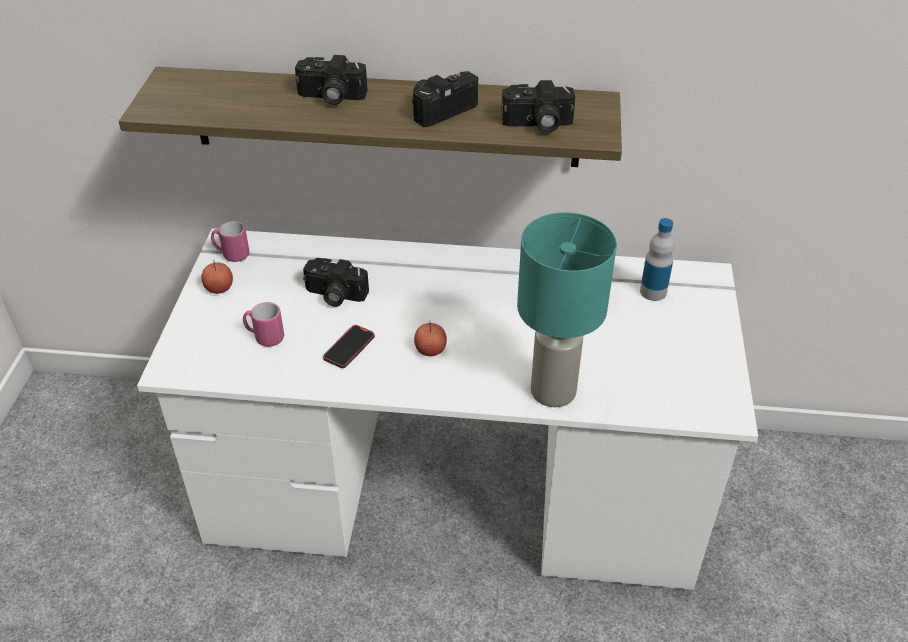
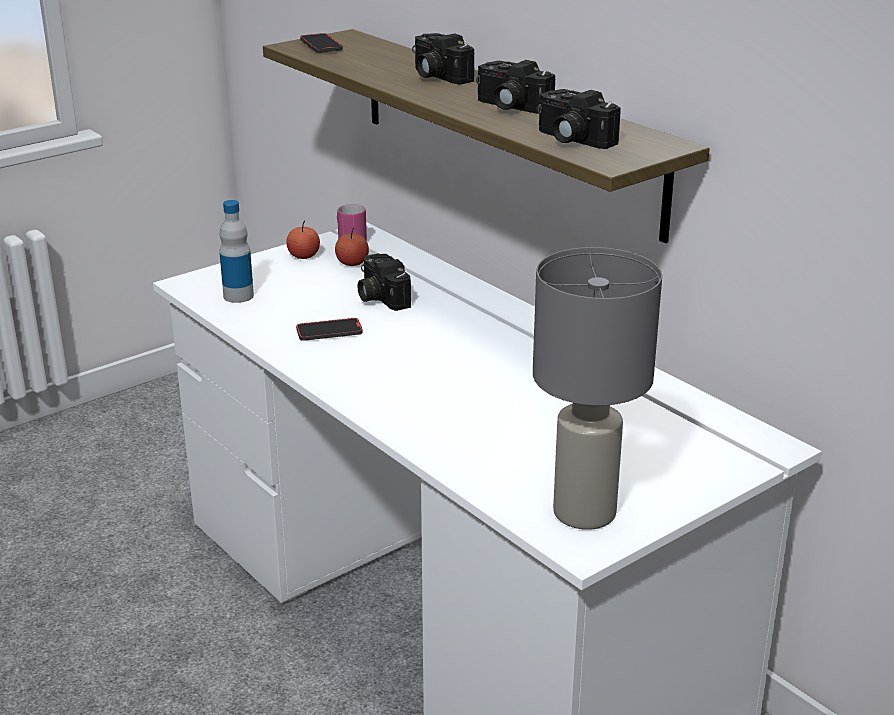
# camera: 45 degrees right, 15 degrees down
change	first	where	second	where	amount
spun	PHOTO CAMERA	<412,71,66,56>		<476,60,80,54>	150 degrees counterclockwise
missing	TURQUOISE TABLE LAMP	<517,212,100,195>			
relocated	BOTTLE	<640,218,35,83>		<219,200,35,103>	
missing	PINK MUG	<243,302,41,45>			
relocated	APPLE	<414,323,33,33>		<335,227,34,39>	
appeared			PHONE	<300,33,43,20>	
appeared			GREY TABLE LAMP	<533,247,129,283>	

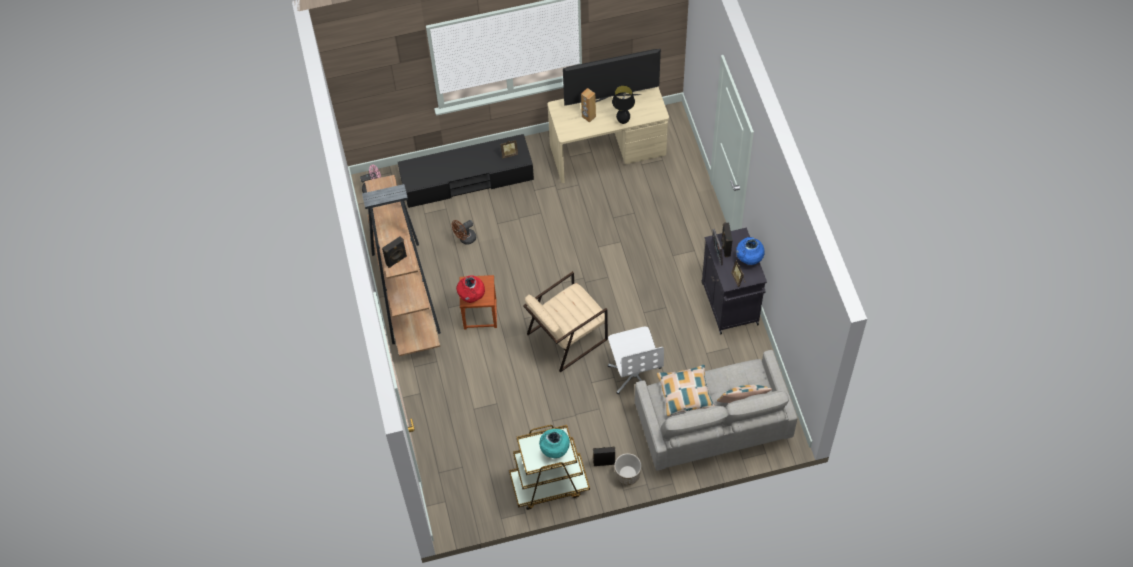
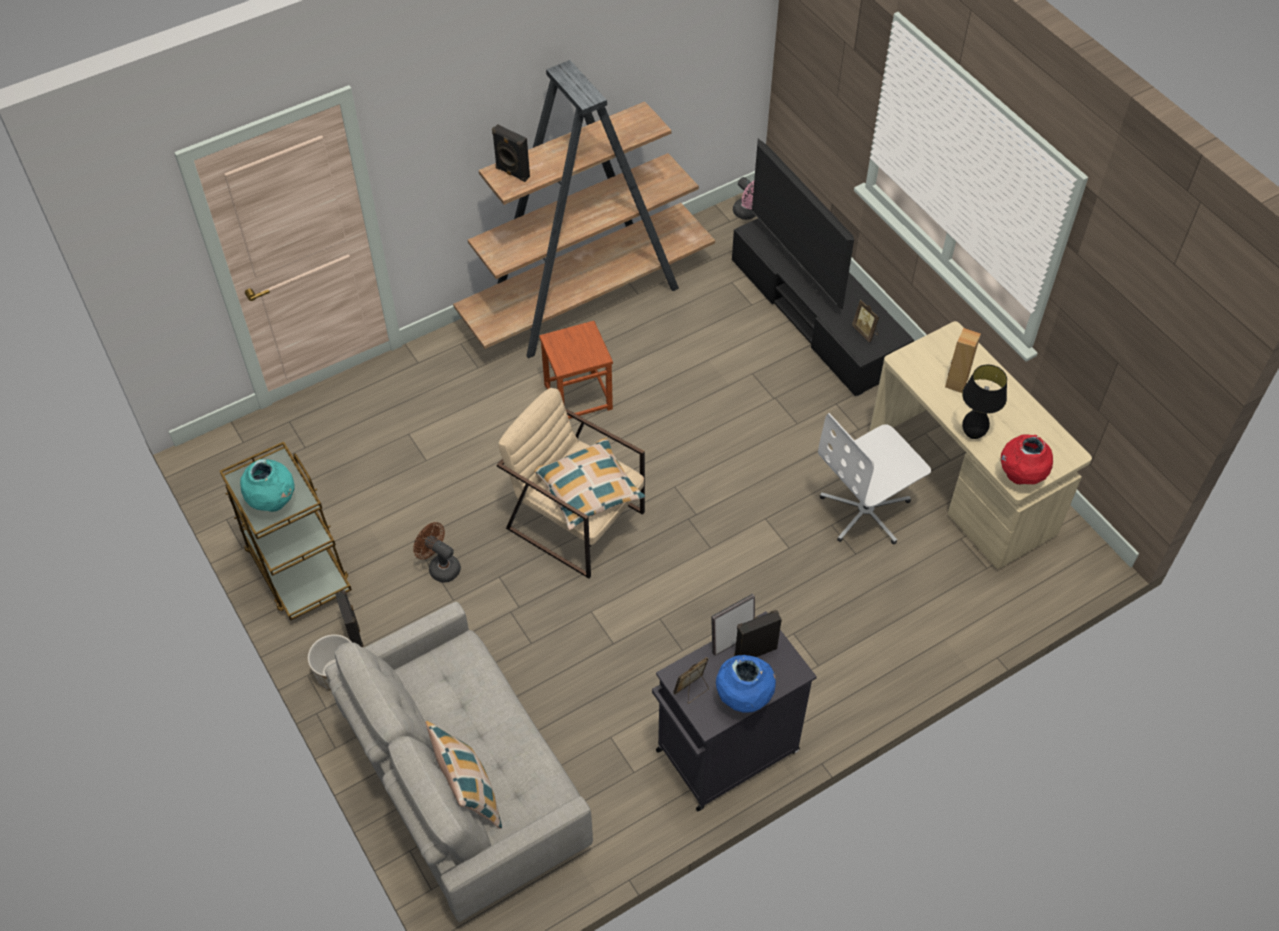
# camera: 70 degrees right, 5 degrees down
change	first	where	second	where	amount
relocated	TELEVISION	<563,49,98,57>		<752,139,102,170>	
relocated	BROWN FAN	<452,220,24,25>		<413,522,48,61>	
relocated	RED VASE	<456,275,29,28>		<1001,434,52,51>	
relocated	WHITE OFFICE CHAIR	<608,327,56,67>		<818,413,113,132>	
relocated	PILLOW	<657,365,58,51>		<534,438,111,92>	

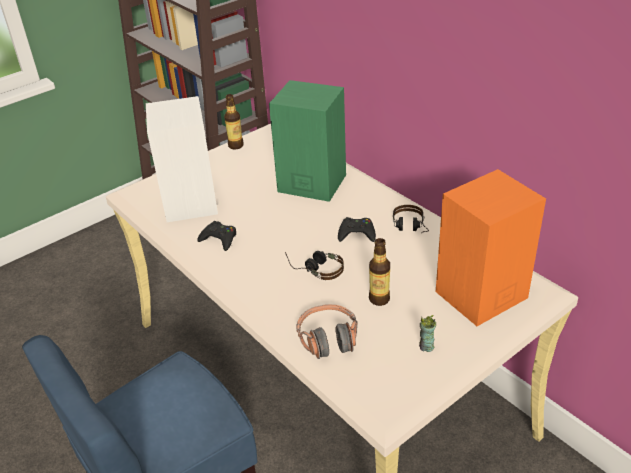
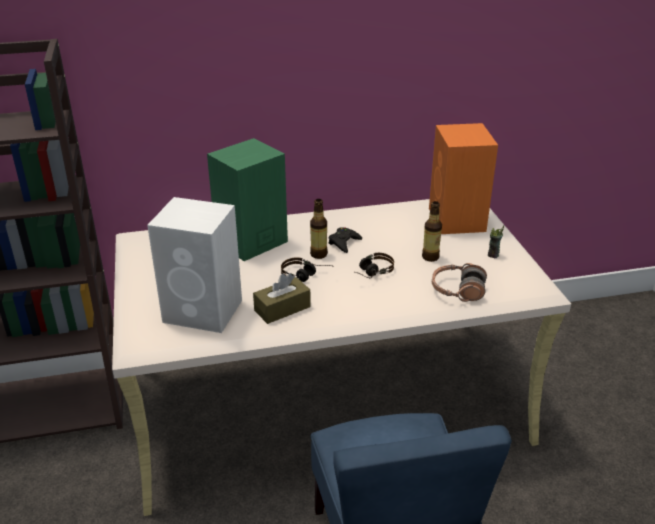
# camera: 65 degrees left, 5 degrees down
change	first	where	second	where	amount
relocated	BOTTLE	<224,94,20,56>		<310,199,18,60>	
relocated	HEADPHONES	<393,205,36,28>		<281,257,53,25>	
exchanged	BLACK GAME CONTROLLER	<197,221,39,30>	BROWN TISSUE BOX	<253,273,58,51>	

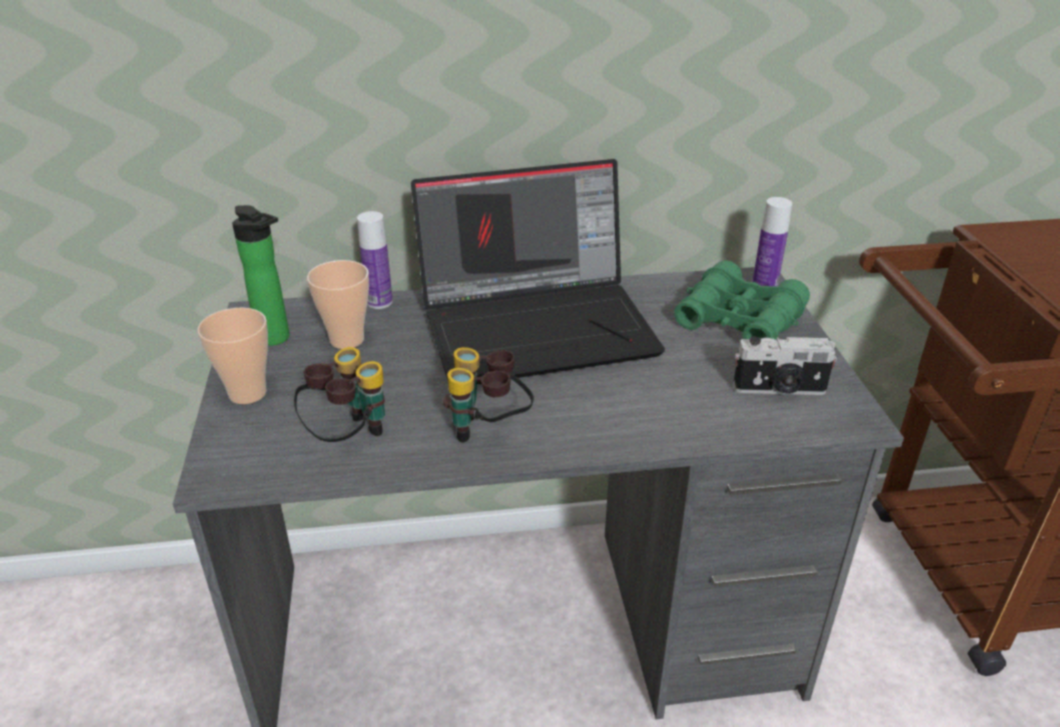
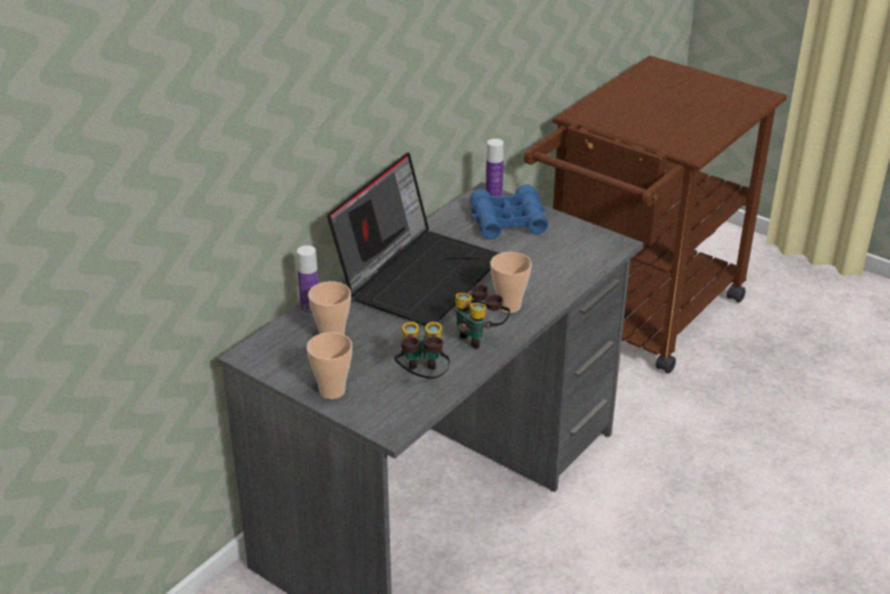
# camera: 45 degrees left, 0 degrees up
change	first	where	second	where	amount
missing	BOTTLE	<232,205,58,141>			
colour	GREEN BINOCULARS	<674,260,136,80>	BLUE BINOCULARS	<470,185,78,54>	
missing	PHOTO CAMERA	<733,336,104,59>			
appeared			CUP	<490,252,42,61>	

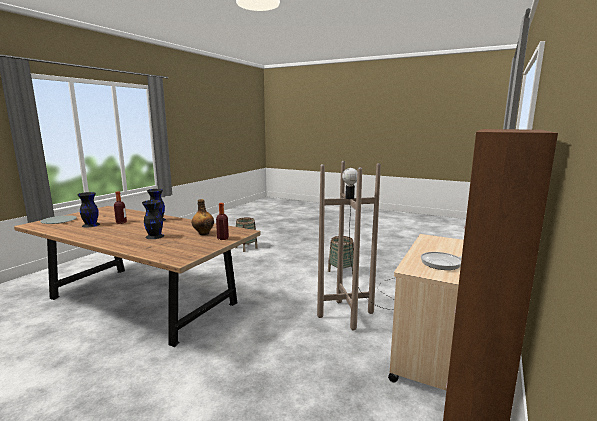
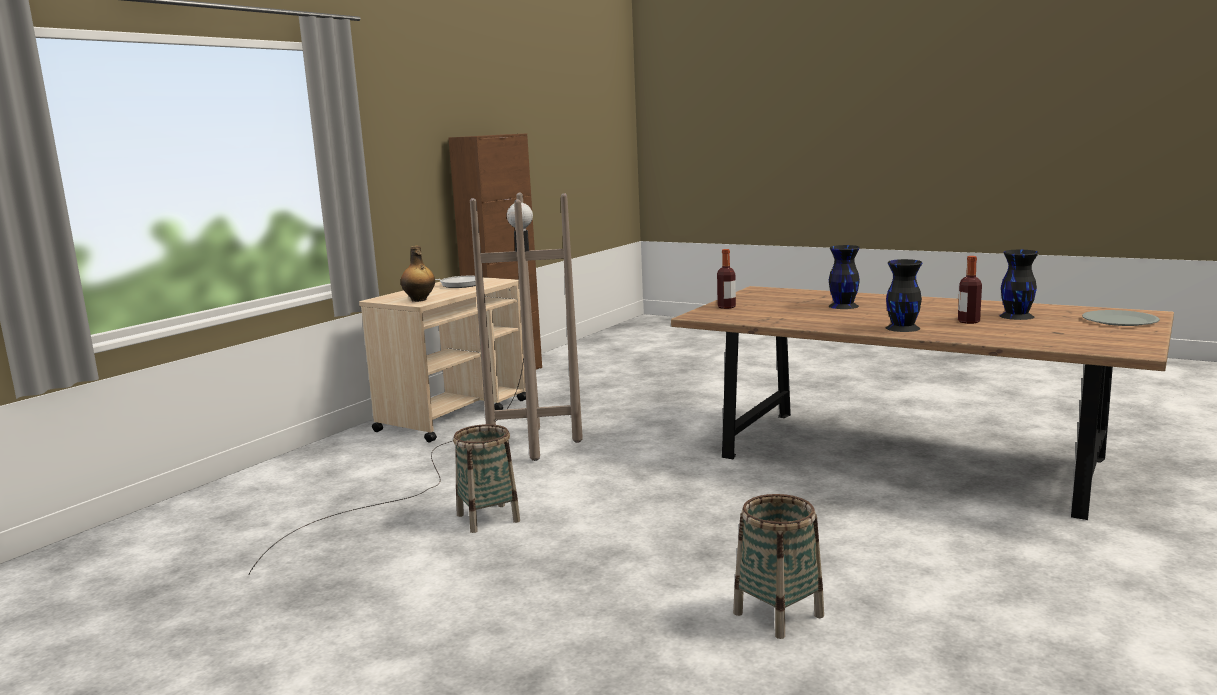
# camera: 175 degrees left, 0 degrees up
change	first	where	second	where	amount
relocated	BOTTLE	<192,199,22,36>		<401,246,34,56>	

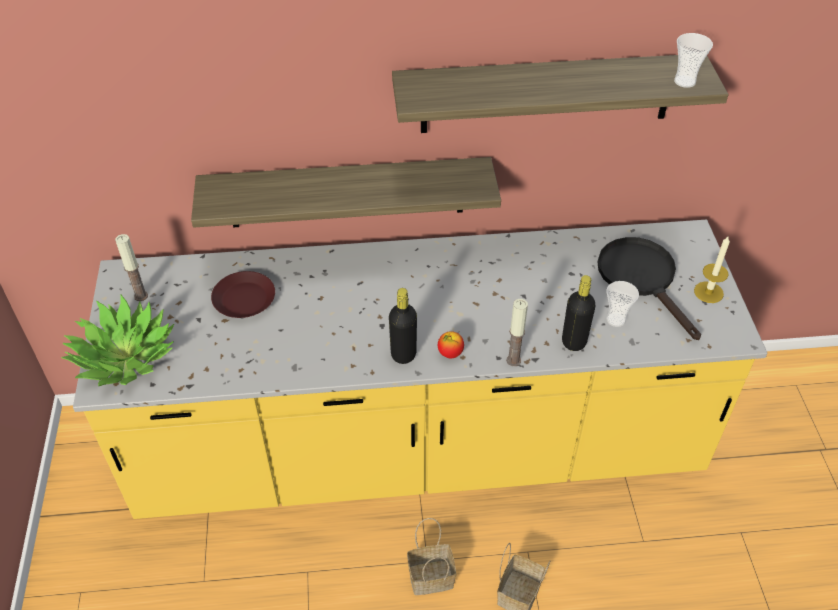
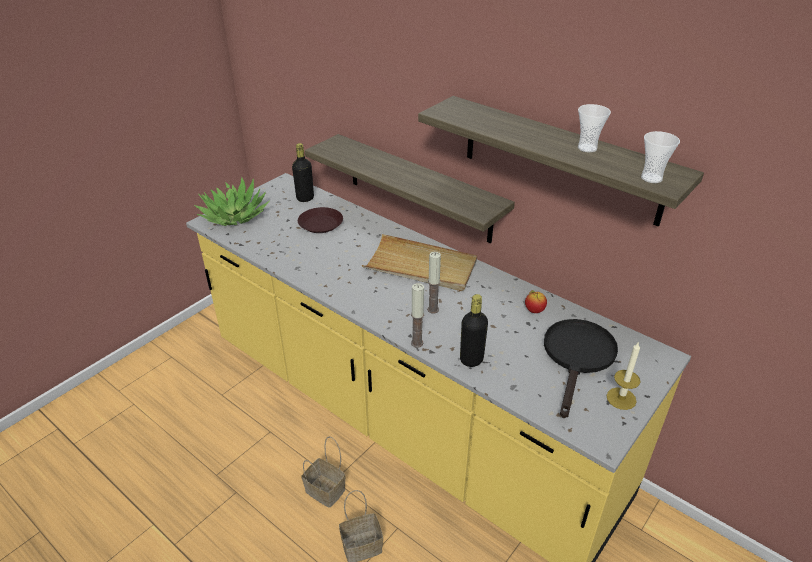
# camera: 45 degrees right, 10 degrees down
change	first	where	second	where	amount
relocated	CANDLE	<115,234,33,67>		<427,252,14,62>	
relocated	CUP	<606,281,33,46>		<578,104,33,48>	
relocated	BLACK BOTTLE	<389,288,28,76>		<292,143,22,59>	
relocated	APPLE	<438,331,26,27>		<525,290,22,23>	
appeared			BEIGE TRAY	<362,234,115,57>	

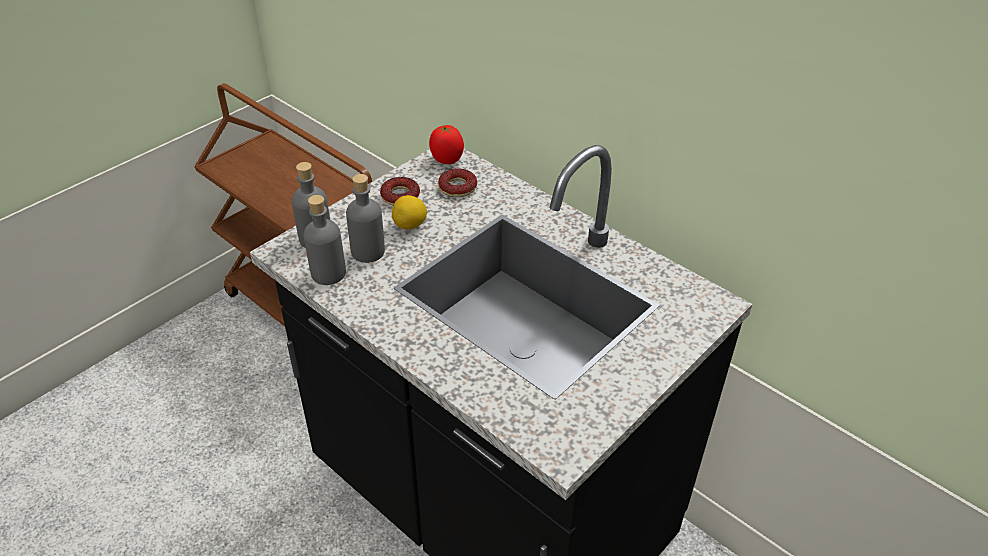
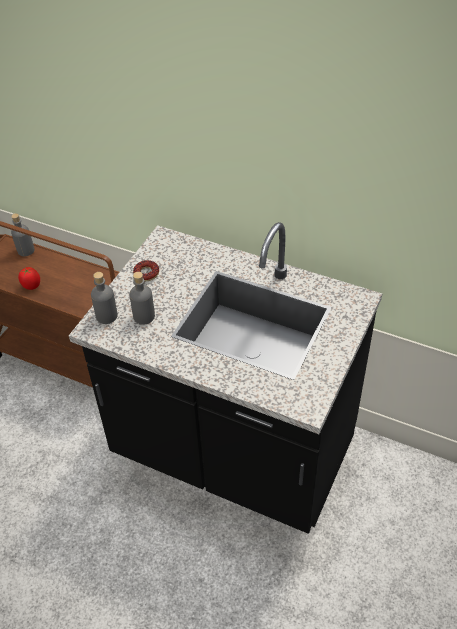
# camera: 15 degrees left, 5 degrees up
change	first	where	second	where	amount
relocated	TOMATO	<429,125,35,39>		<18,267,22,23>	
missing	DONUT	<438,168,39,29>			
relocated	GREY BOTTLE	<303,195,43,90>		<11,213,24,43>	
missing	LEMON	<392,195,35,35>			

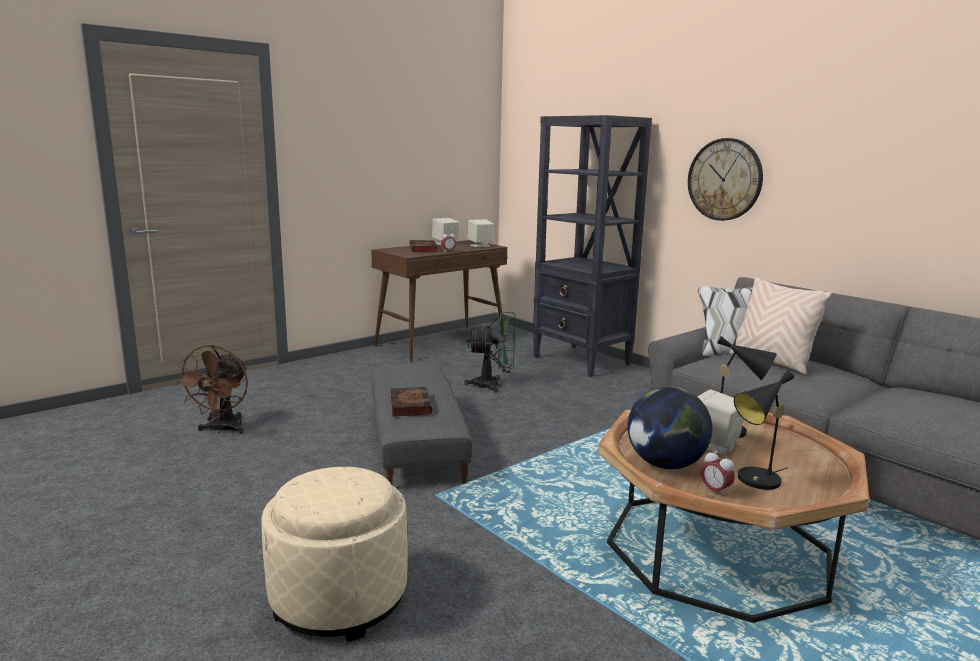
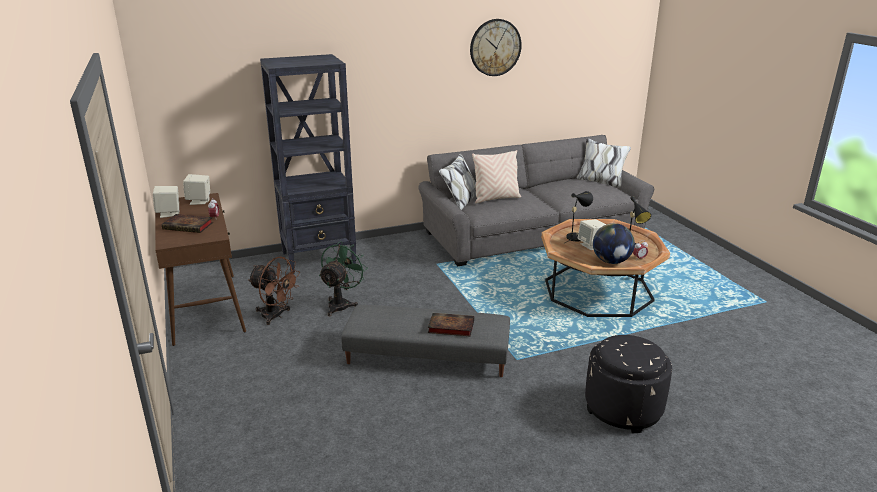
# camera: 70 degrees left, 10 degrees up
change	first	where	second	where	amount
relocated	WALL CLOCK	<688,138,75,83>		<470,19,52,57>	
relocated	BROWN FAN	<174,345,74,89>		<248,257,52,68>	
colour	BEIGE OTTOMAN	<261,467,147,175>	BLACK OTTOMAN	<585,335,87,98>	

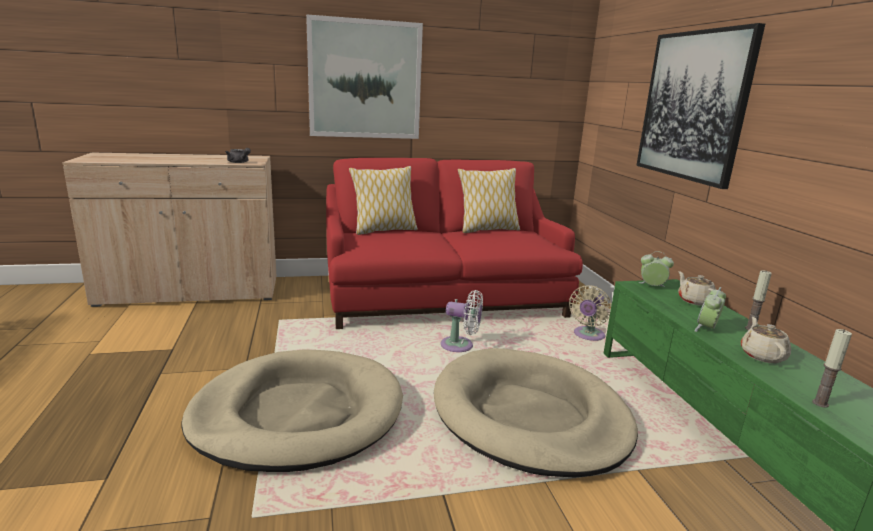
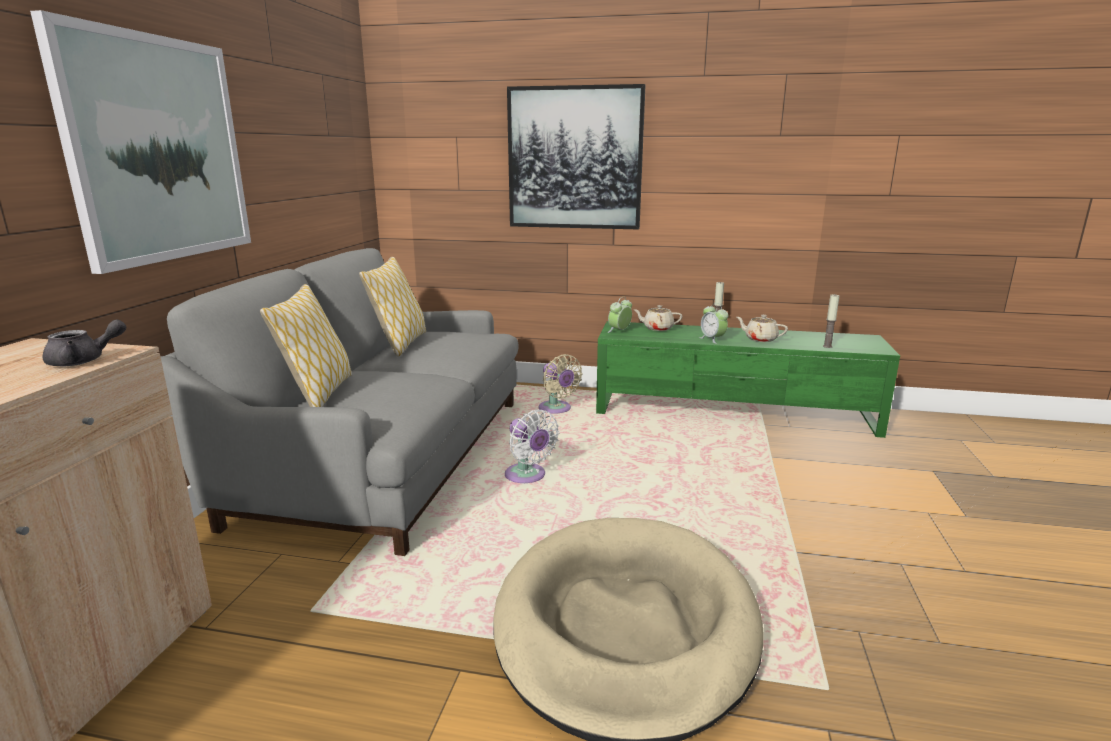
# camera: 65 degrees left, 0 degrees up
change	first	where	second	where	amount
colour	RED SOFA	<326,158,257,171>	GREY SOFA	<161,248,358,308>	
spun	WHITE FAN	<441,290,42,62>		<505,409,55,74>	105 degrees clockwise
missing	BEIGE DOG BED	<434,348,204,130>			

